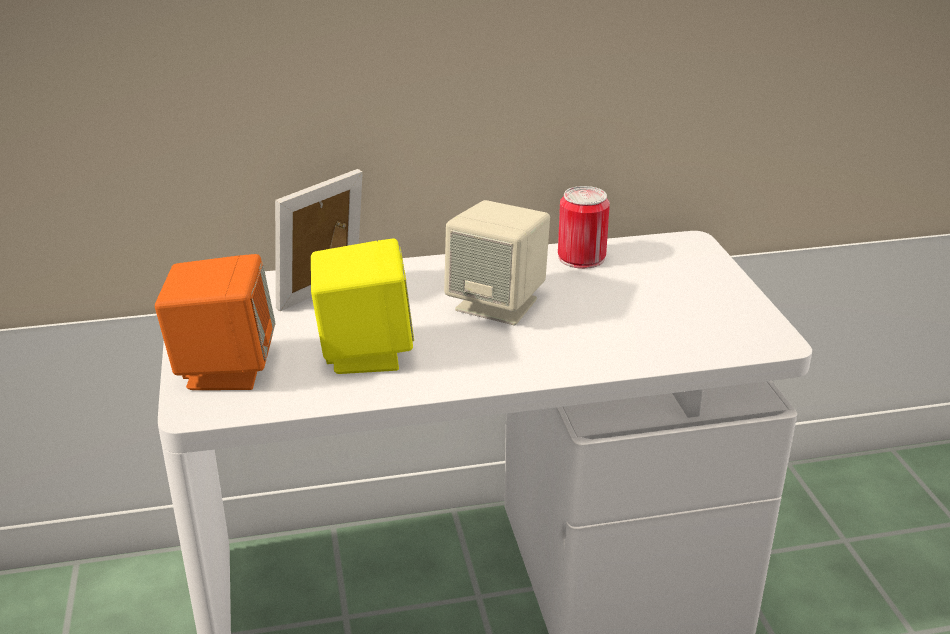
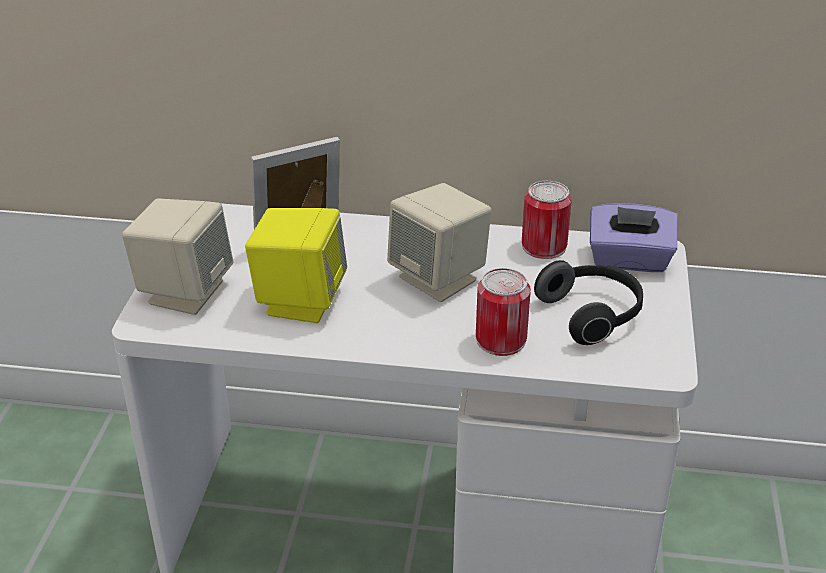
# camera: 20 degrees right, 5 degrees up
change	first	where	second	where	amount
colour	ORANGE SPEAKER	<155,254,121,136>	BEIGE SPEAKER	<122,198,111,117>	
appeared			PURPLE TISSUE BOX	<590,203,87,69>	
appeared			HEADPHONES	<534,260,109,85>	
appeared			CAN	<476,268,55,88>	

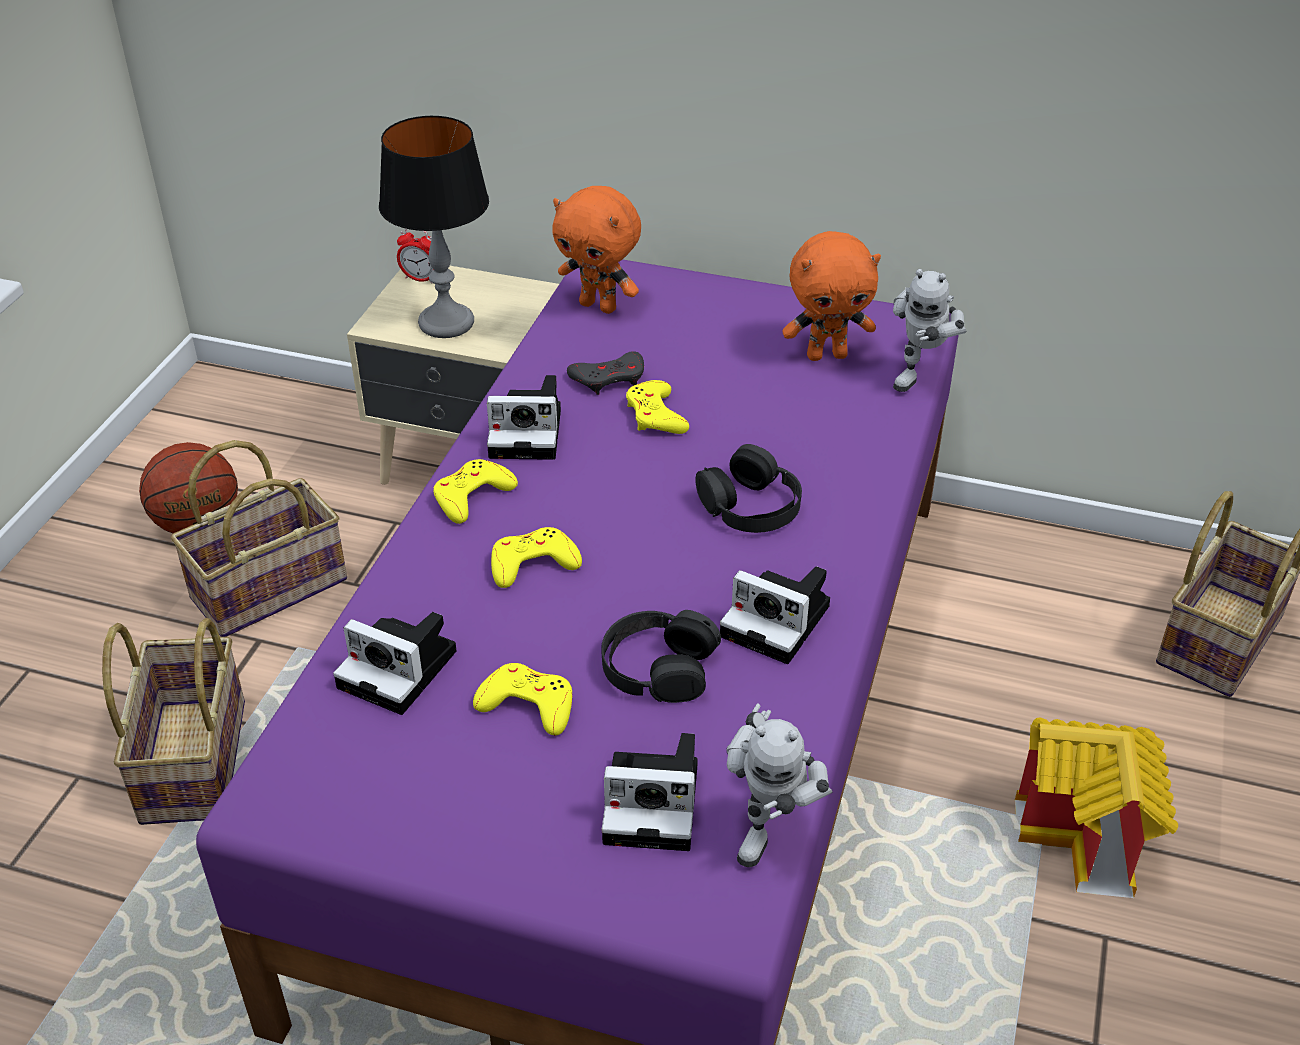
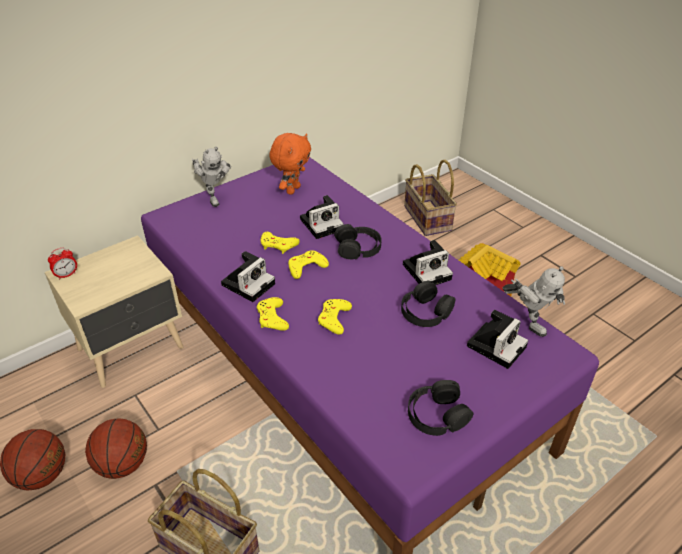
# camera: 55 degrees left, 0 degrees up
change	first	where	second	where	amount
missing	TABLE LAMP	<379,116,110,222>			
missing	ORANGE PLUSH TOY	<552,186,89,128>			
relocated	TOY ROBOT	<893,269,73,123>		<192,146,39,61>	
missing	GREY GAME CONTROLLER	<567,351,77,44>			
exchanged	BASKET	<171,440,176,197>	BASKETBALL	<85,419,62,60>	
relocated	PHOTO CAMERA	<333,612,124,103>		<300,195,44,44>	
relocated	YELLOW GAME CONTROLLER	<473,663,99,72>		<288,250,41,29>	
appeared			BLACK HEADPHONES	<408,380,65,56>	

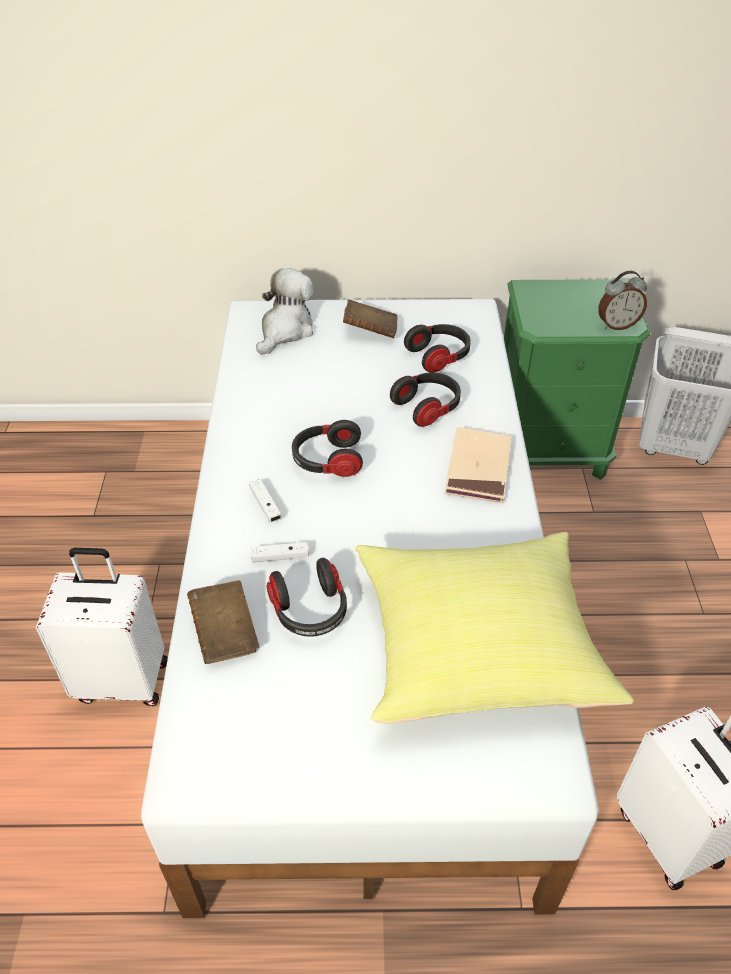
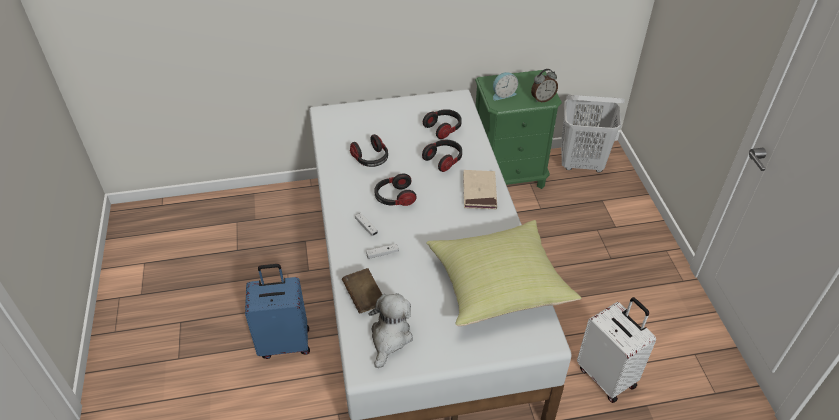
# camera: 10 degrees left, 0 degrees up
change	first	where	second	where	amount
relocated	PLUSH TOY	<256,268,58,87>		<369,293,44,75>	
missing	BROWN BOOK	<343,299,54,39>			
colour	WHITE SUITCASE	<36,548,132,158>	BLUE SUITCASE	<245,264,65,95>	
relocated	HEADPHONES	<267,558,80,79>		<350,134,38,33>	
appeared			ALARM CLOCK	<493,72,25,29>	

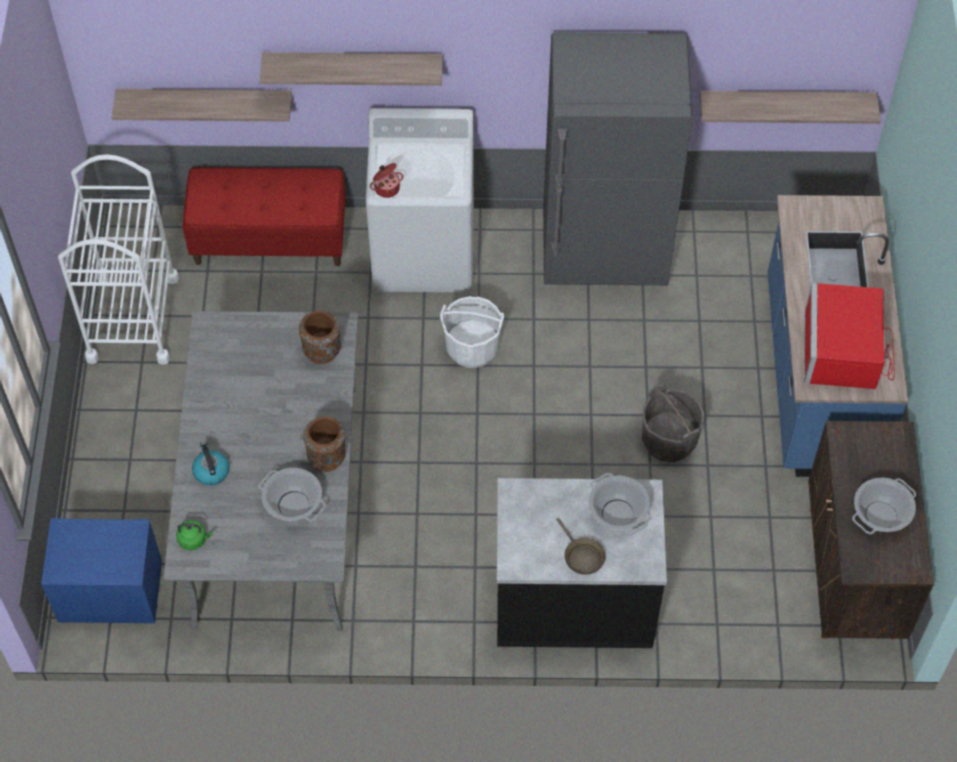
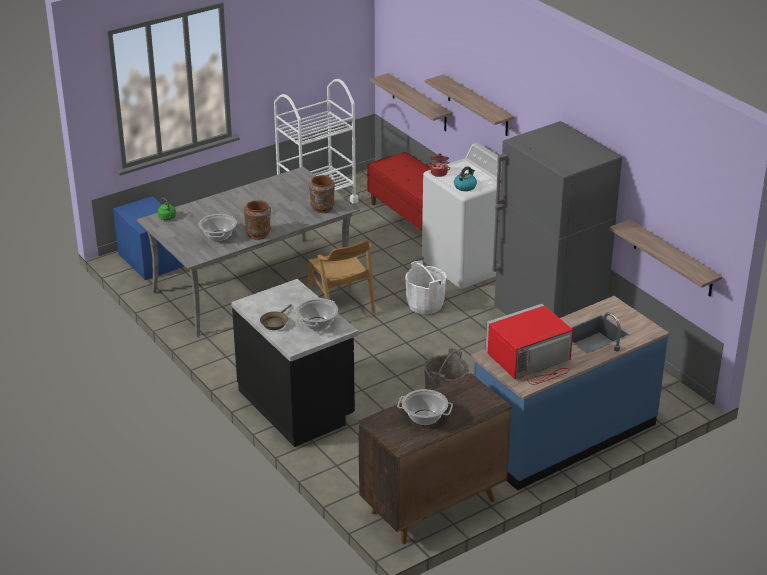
# camera: 55 degrees right, 25 degrees down
change	first	where	second	where	amount
relocated	KETTLE	<192,442,37,43>		<454,166,23,25>	
appeared			BROWN CHAIR	<308,241,67,74>	

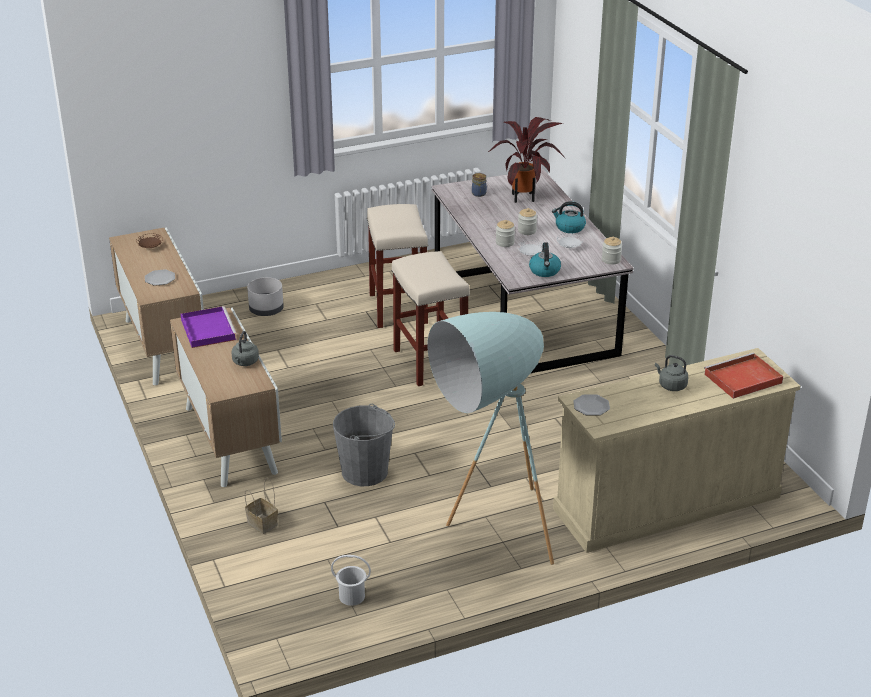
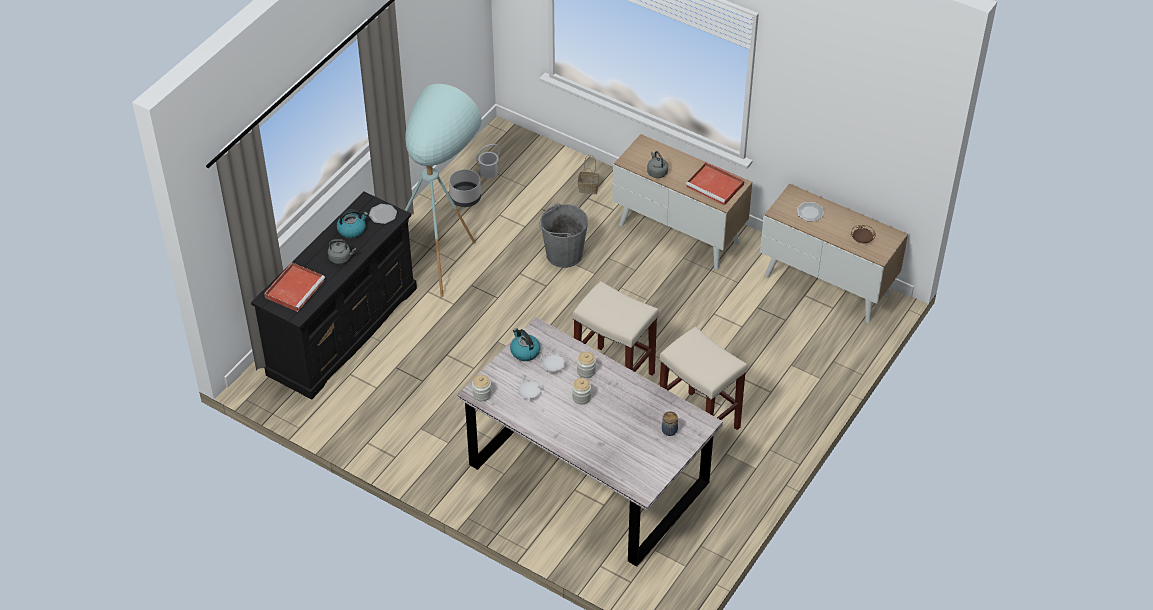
# camera: 145 degrees right, 15 degrees up
change	first	where	second	where	amount
missing	POTTED PLANT	<488,117,77,86>			
relocated	KETTLE	<552,201,34,32>		<337,209,31,29>	
relocated	GREY PLANTER	<247,277,37,39>		<449,169,32,38>	
colour	PURPLE TRAY	<181,306,56,42>	RED TRAY	<686,162,58,44>	
colour	BEIGE DRESSER	<553,348,247,205>	BLACK DRESSER	<251,192,166,208>	

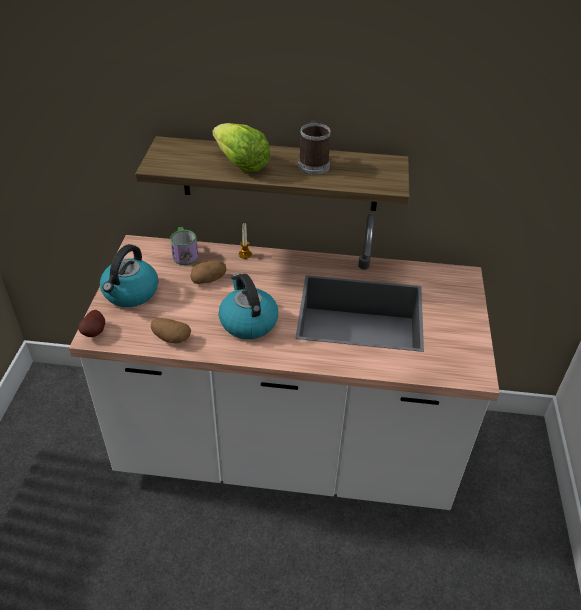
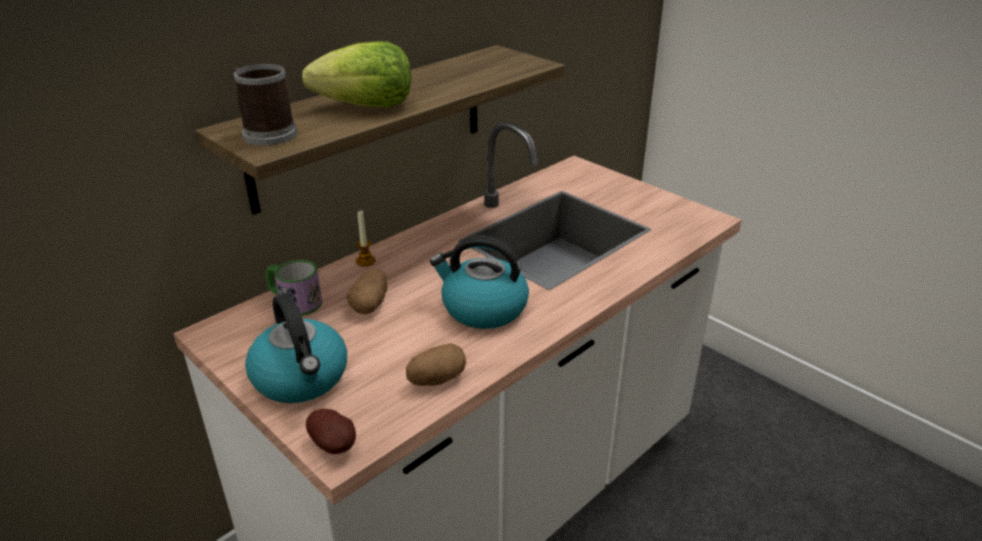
# camera: 50 degrees left, 10 degrees down
change	first	where	second	where	amount
relocated	MUG	<298,120,33,55>		<233,64,64,82>	

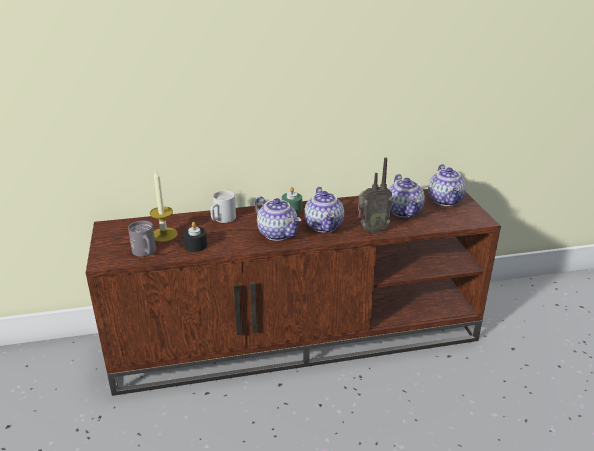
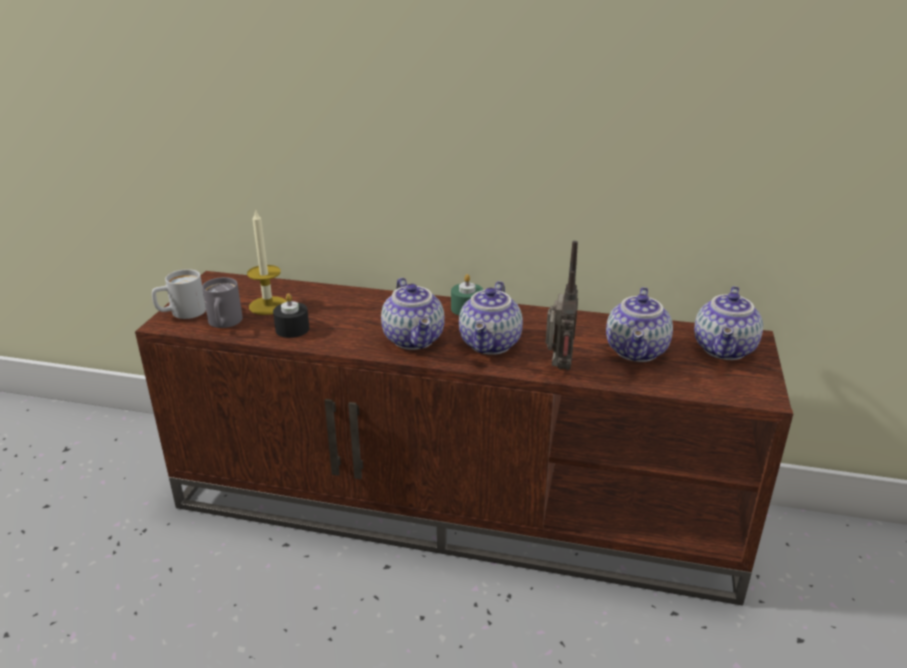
# camera: 25 degrees right, 0 degrees up
change	first	where	second	where	amount
spun	RADIO	<358,158,35,75>		<545,241,33,129>	90 degrees counterclockwise
relocated	WHITE MUG	<211,190,25,33>		<152,269,54,50>	

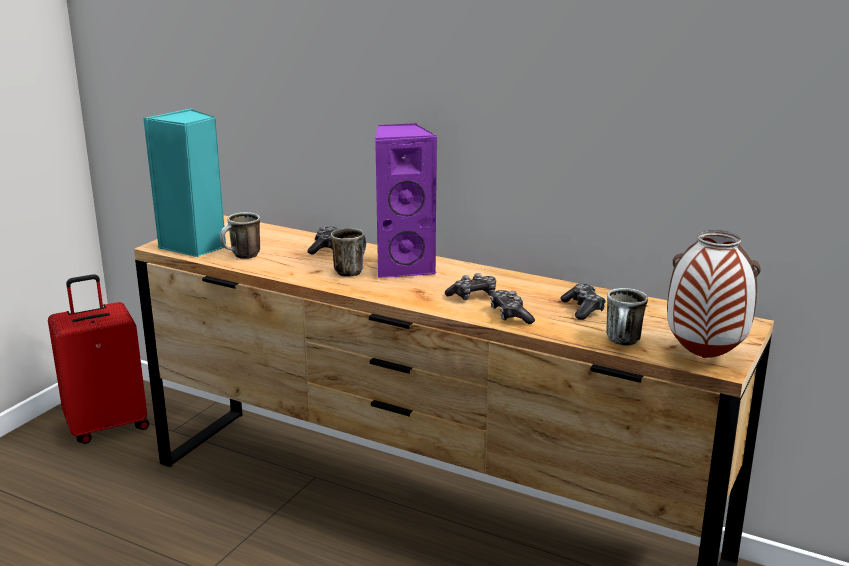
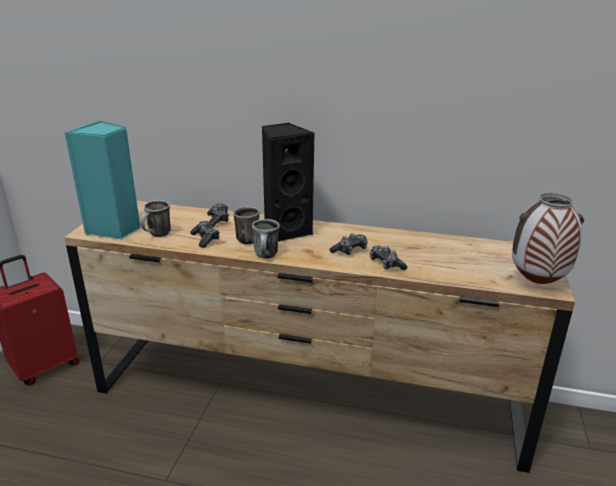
# camera: 15 degrees left, 5 degrees up
change	first	where	second	where	amount
colour	PURPLE SPEAKER	<375,123,62,155>	BLACK SPEAKER	<262,123,52,119>	
relocated	GAME CONTROLLER	<560,283,46,37>		<190,221,30,27>	
relocated	MUG	<606,288,42,58>		<252,219,28,39>	

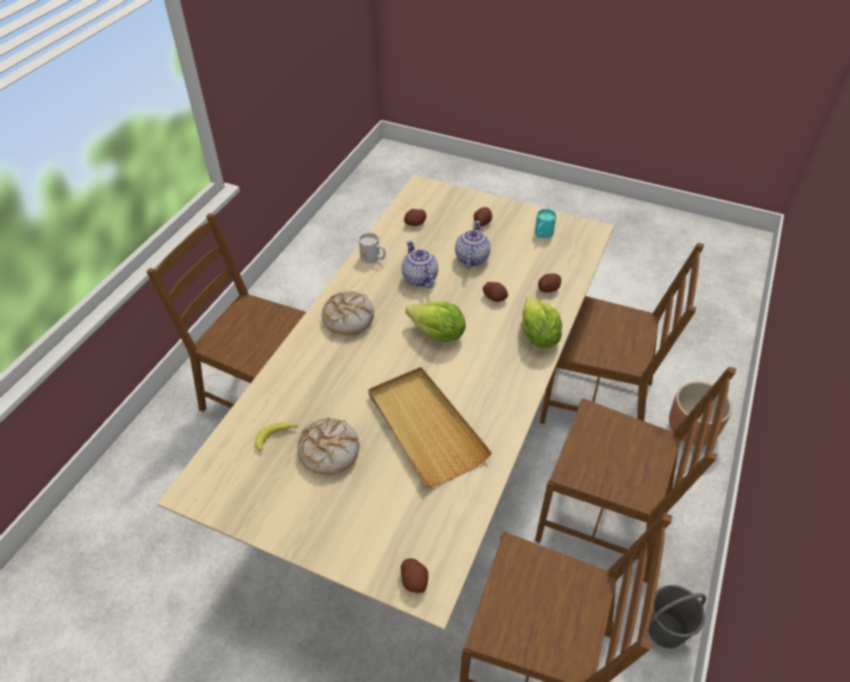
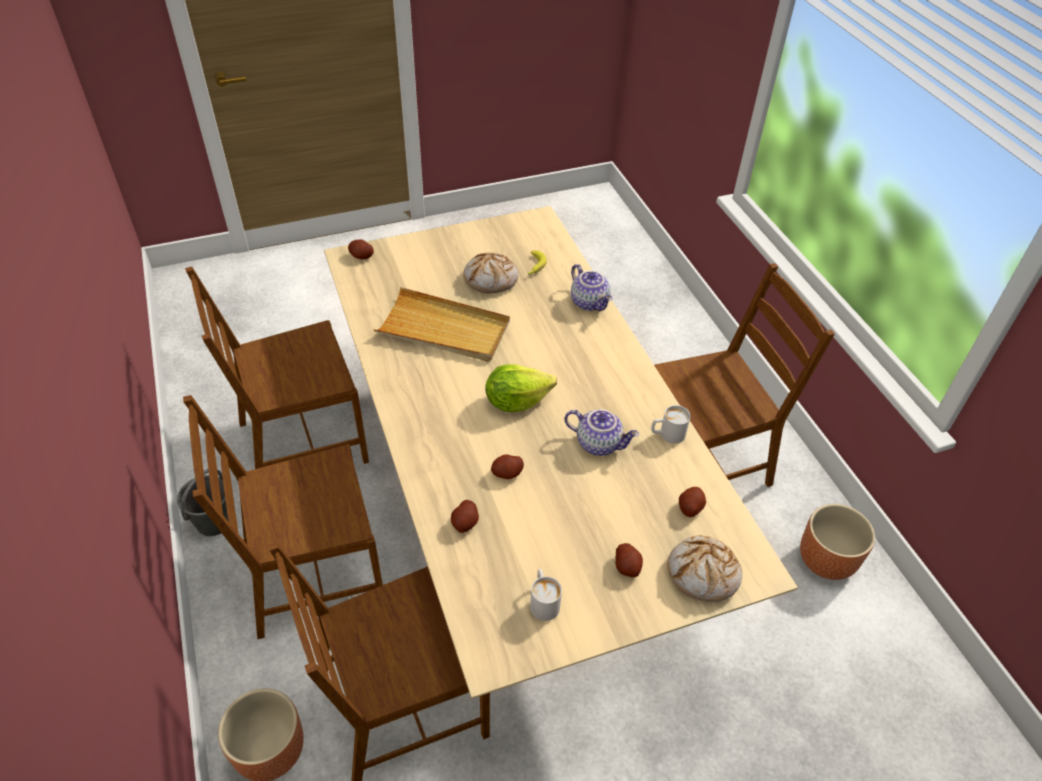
# camera: 135 degrees right, 0 degrees up
change	first	where	second	where	amount
colour	TURQUOISE MUG	<535,209,21,29>	WHITE MUG	<530,569,32,52>	
relocated	TEAPOT	<455,221,36,47>		<571,264,41,47>	
relocated	BREAD	<322,291,52,44>		<667,535,75,67>	
missing	LETTUCE	<522,296,40,52>			
appeared			BROWN PLANTER	<800,504,75,76>	

